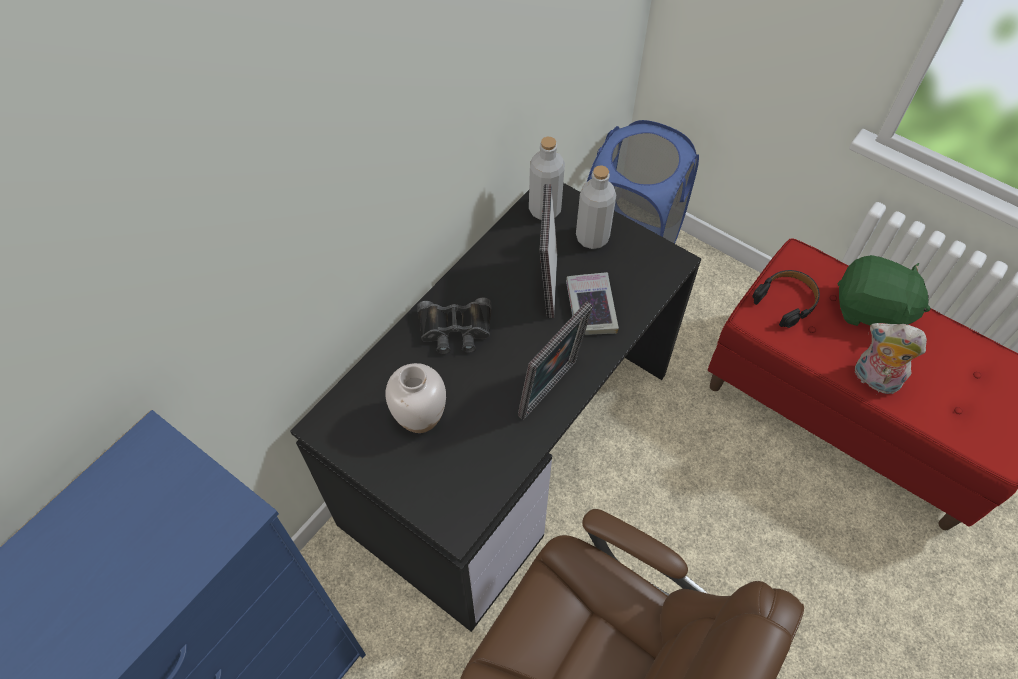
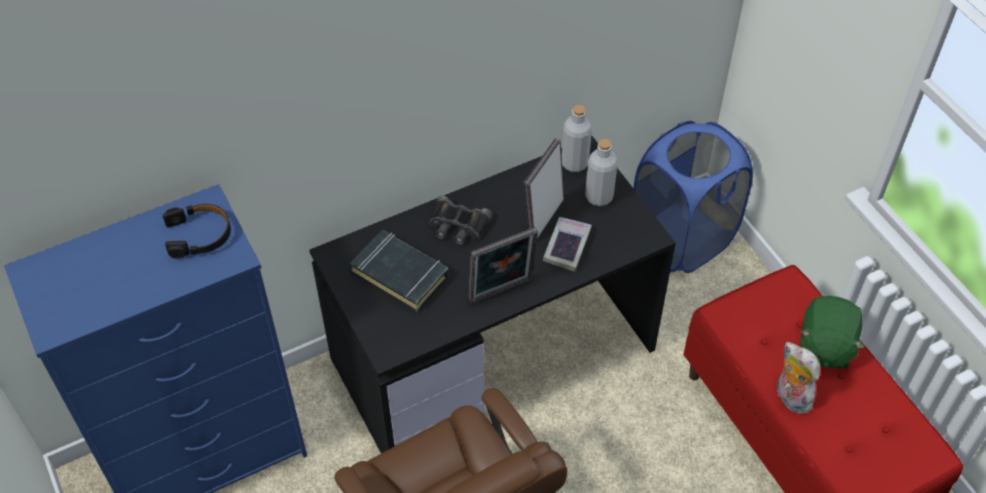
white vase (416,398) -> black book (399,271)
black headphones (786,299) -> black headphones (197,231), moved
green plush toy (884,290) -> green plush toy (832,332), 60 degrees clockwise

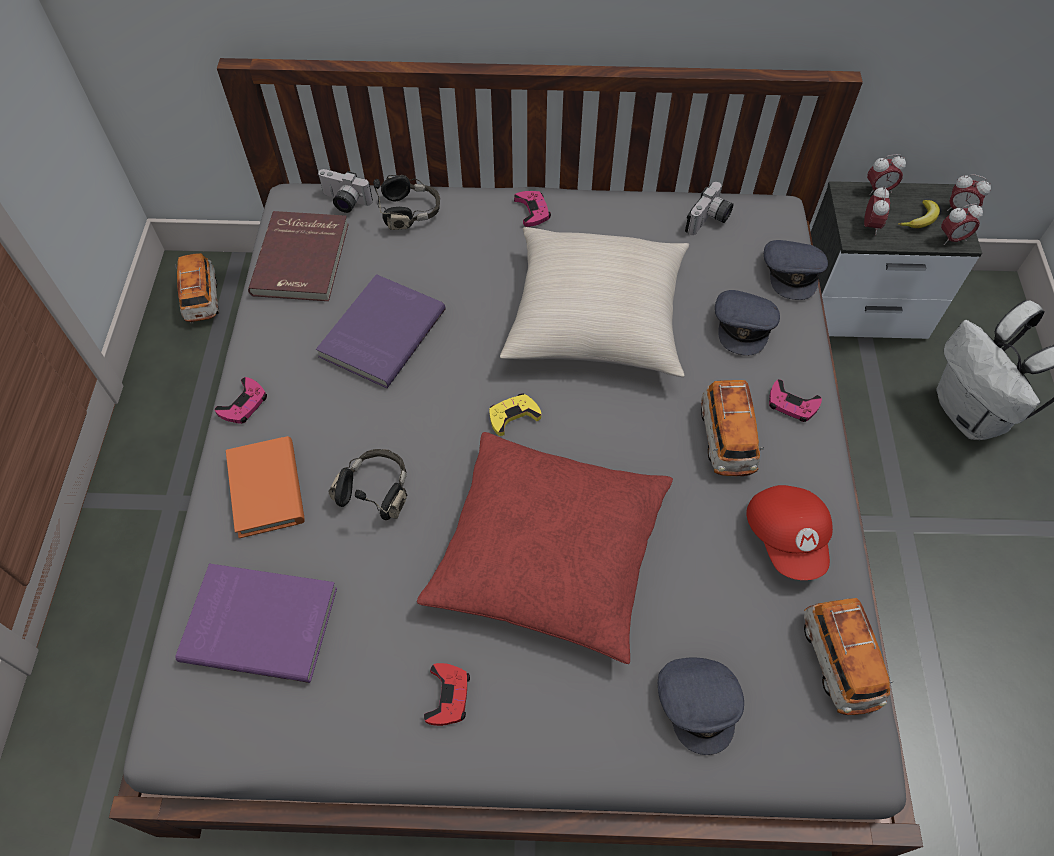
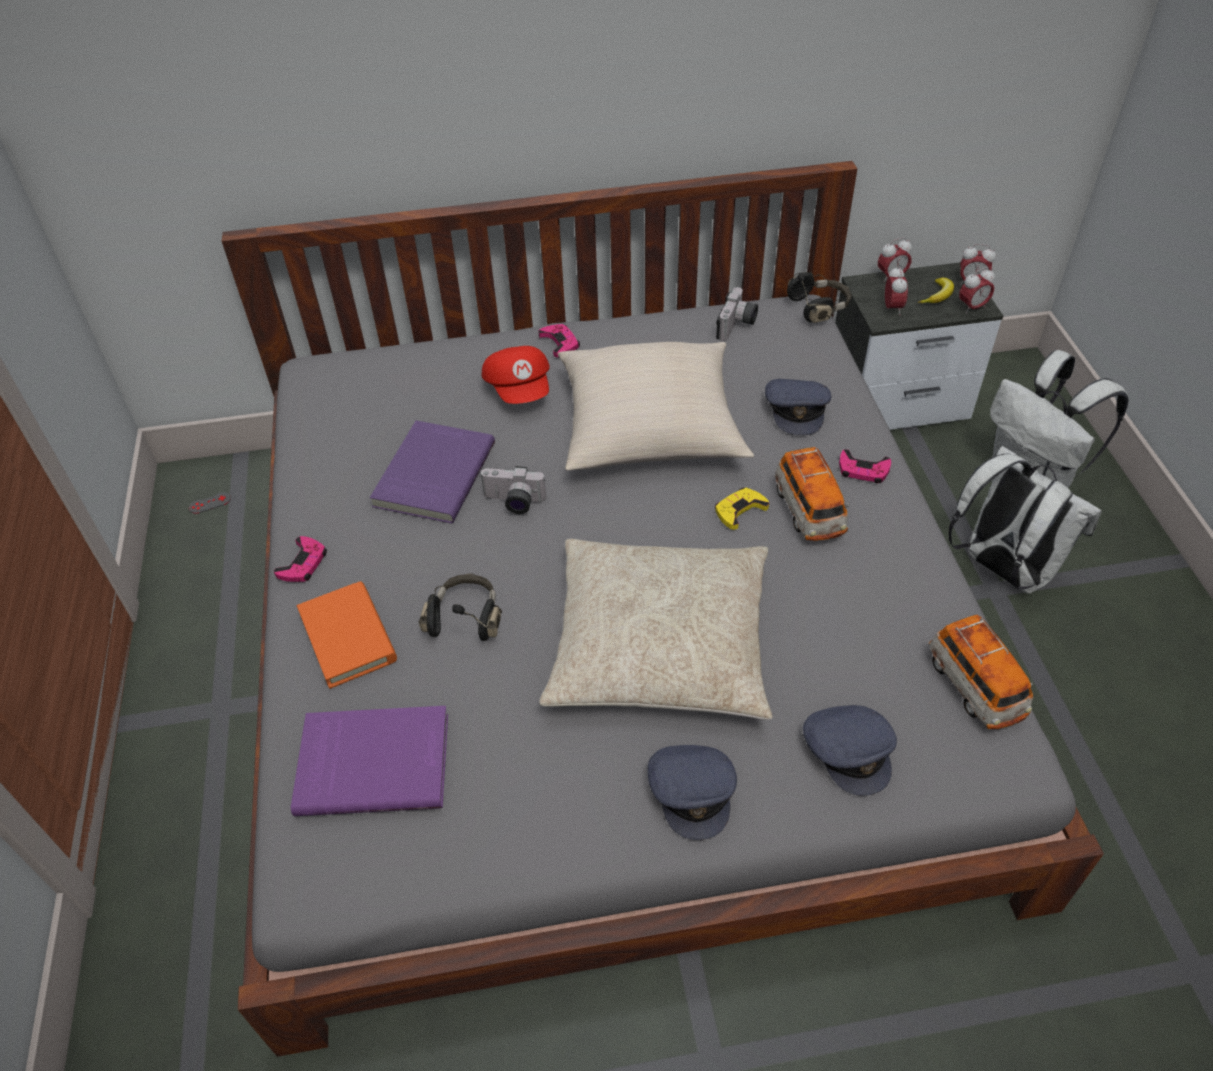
toy car (197,288) -> grey game controller (210,503)
red book (298,256) -> none
photo camera (345,191) -> photo camera (513,490), moved
black headphones (406,202) -> black headphones (819,297), moved
red pillow (545,548) -> beige pillow (656,629)
red game controller (447,694) -> none
yellow game controller (515,414) -> yellow game controller (742,509), moved
red cap (789,532) -> red cap (516,375), moved
grey cap (796,270) -> grey cap (692,792), moved
none -> white backpack (1025,520)

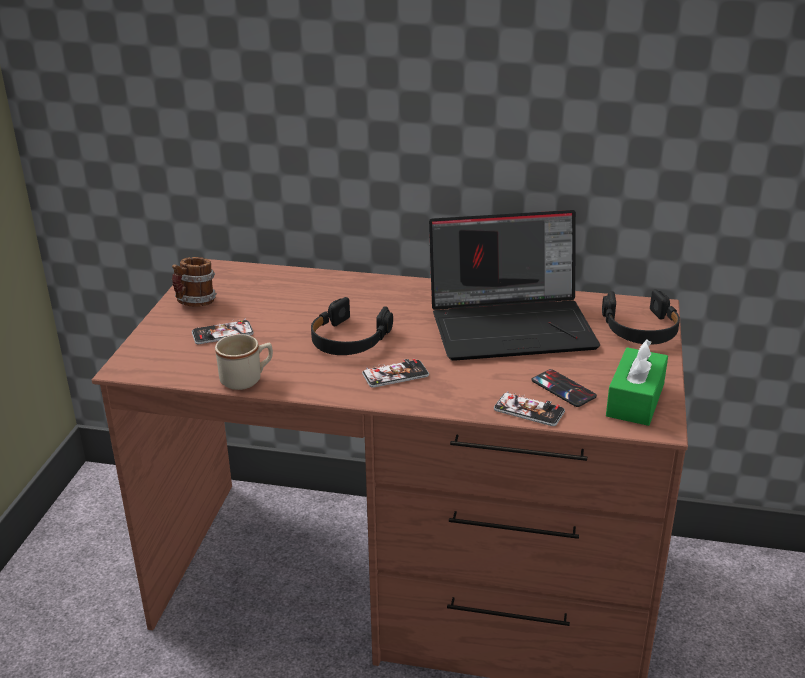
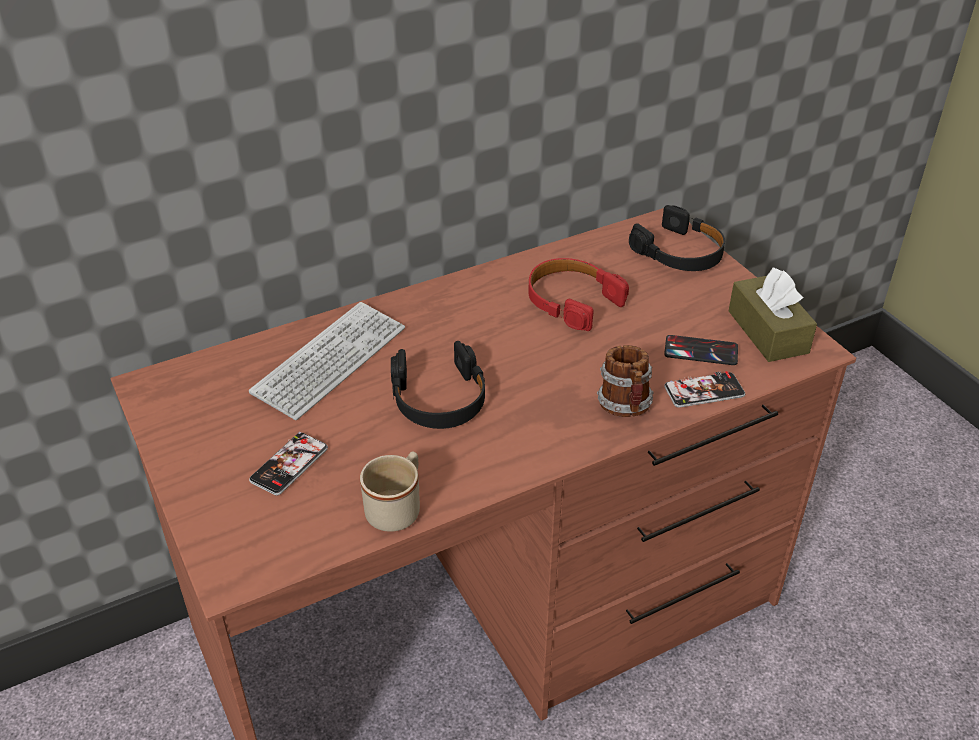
mug (194,282) -> mug (625,381), moved
phone (395,373) -> none
laptop (514,285) -> red headphones (578,294)
green tissue box (637,382) -> brown tissue box (773,315)
none -> keyboard (327,361)

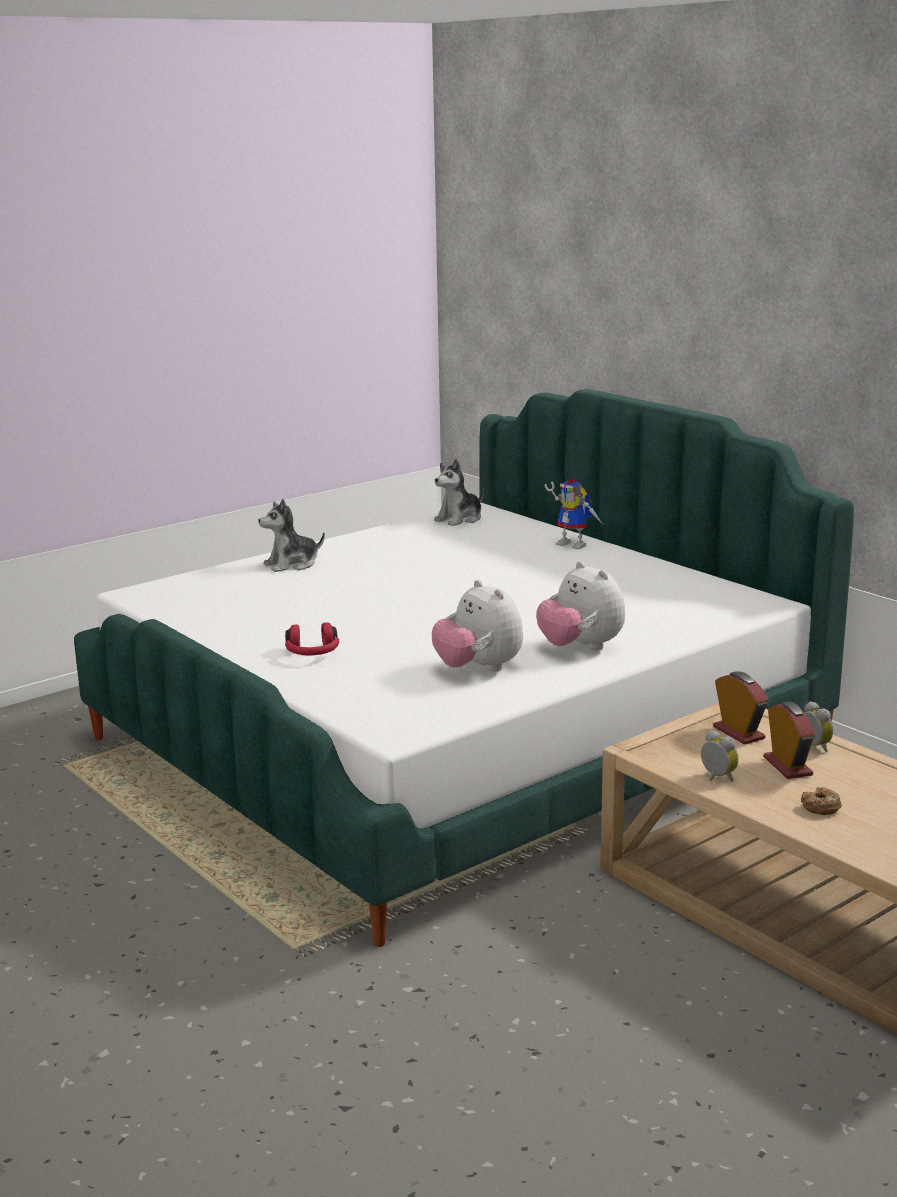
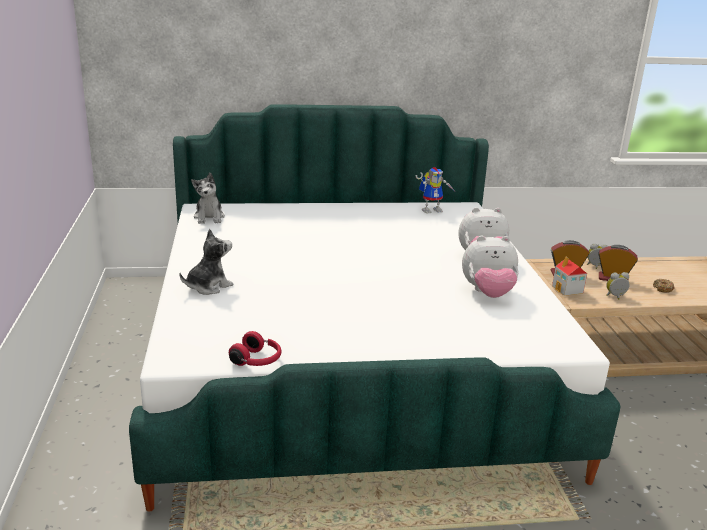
plush toy (292,535) -> plush toy (206,262), 135 degrees counterclockwise
red headphones (312,639) -> red headphones (255,348), moved
toy robot (574,514) -> toy robot (435,190), moved
none -> toy house (569,276)

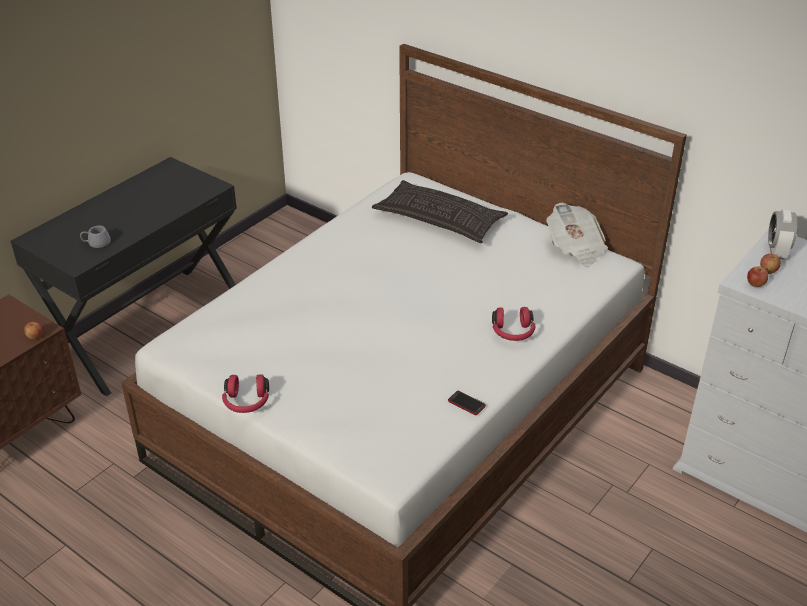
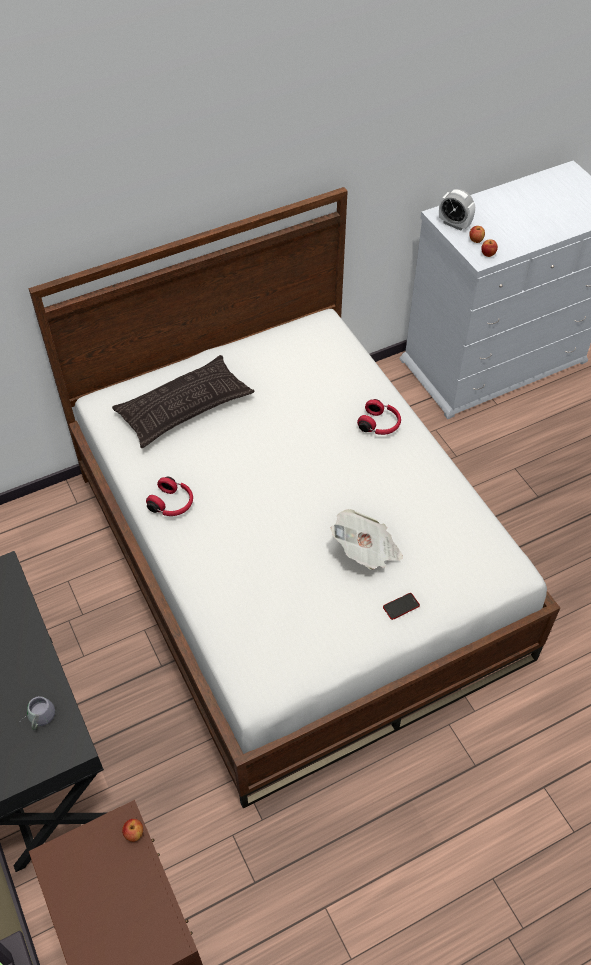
red headphones (245,393) -> red headphones (169,496), moved
phone (467,403) -> phone (401,606), moved
newspaper (577,235) -> newspaper (367,539), moved

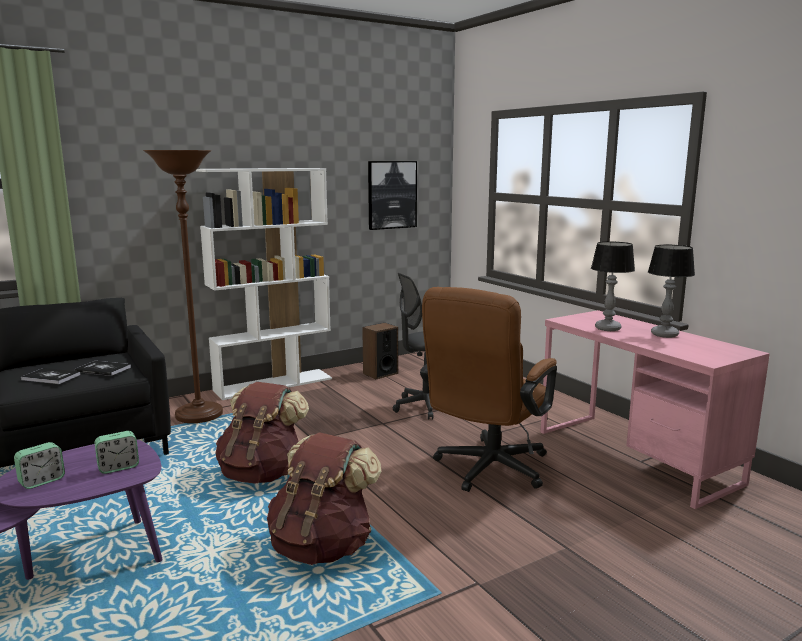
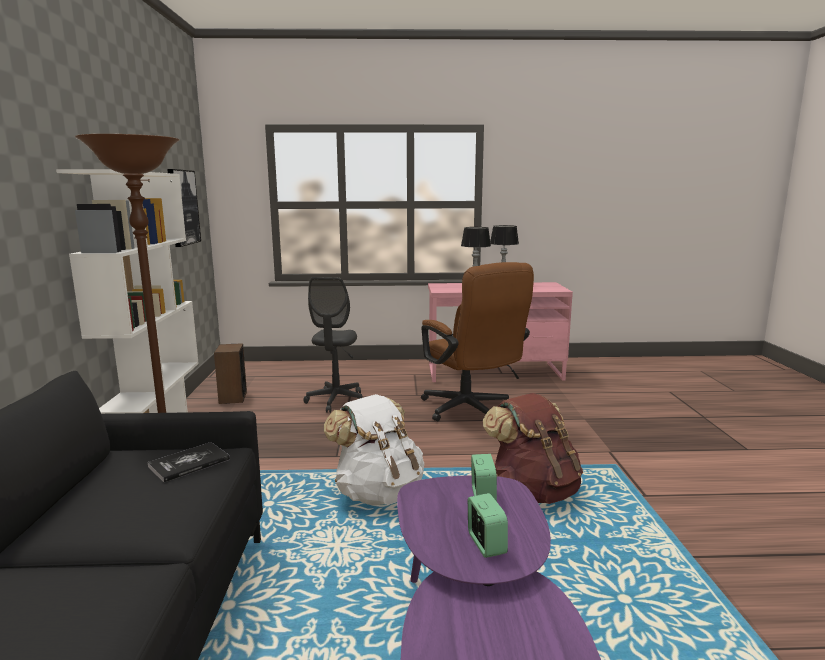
book (51,376) -> none
brown backpack (262,433) -> white backpack (374,449)

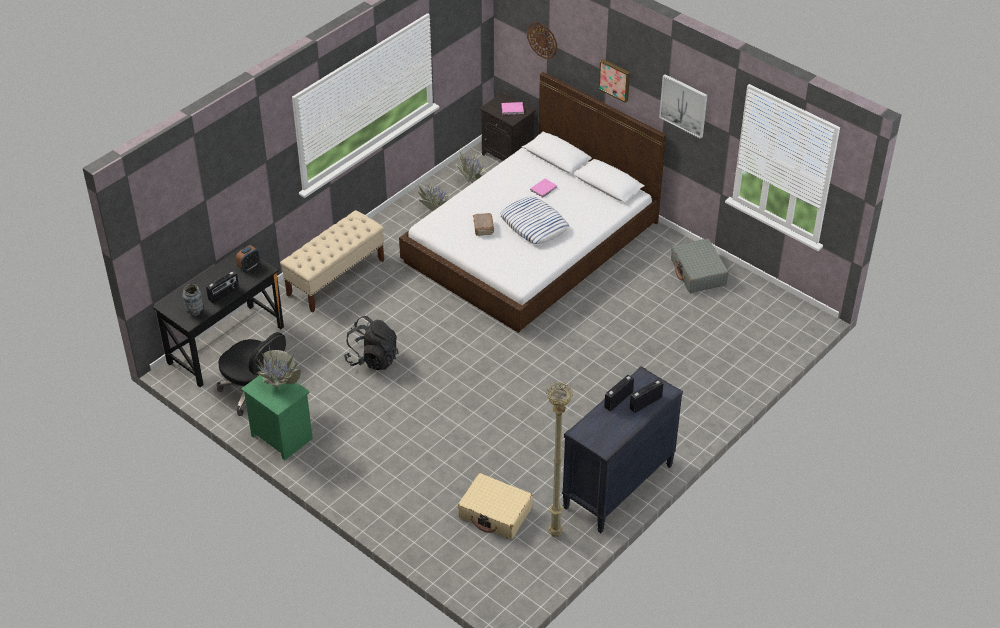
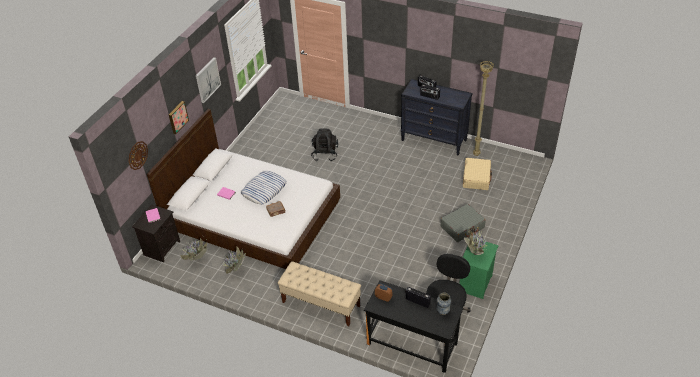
black backpack (371,343) -> black backpack (324,145), moved
grey suitcase (700,266) -> grey suitcase (463,223), moved

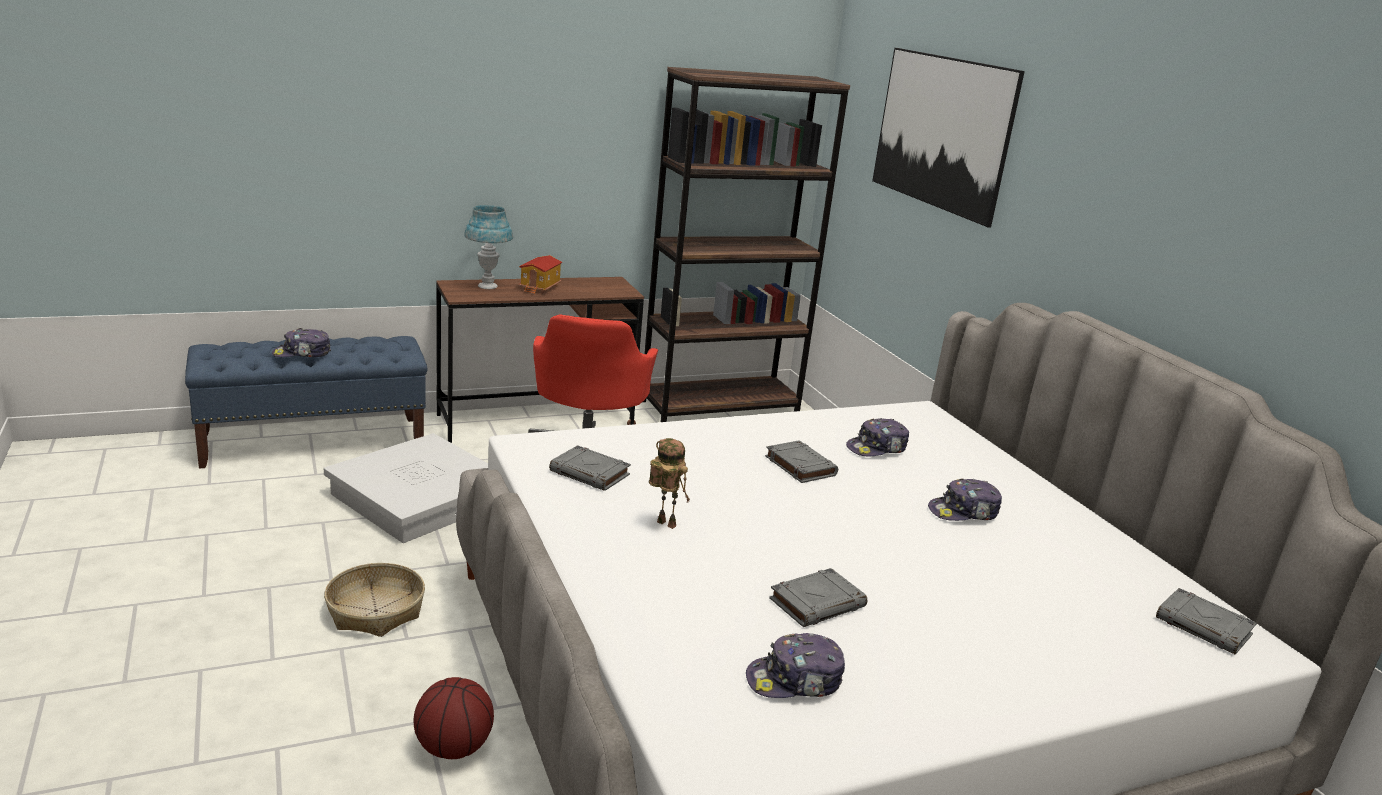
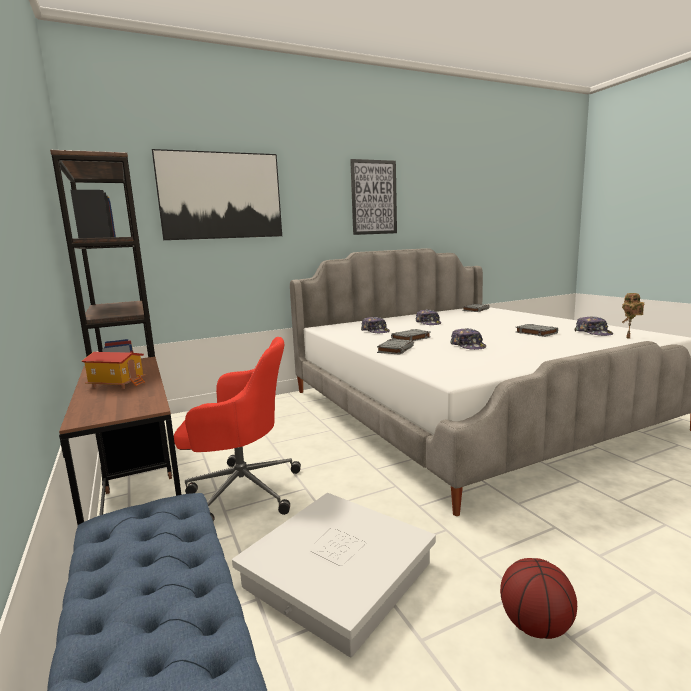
cap (301,342) -> cap (468,339), moved
basket (374,600) -> none
basketball (453,718) -> basketball (538,598), moved
blue table lamp (488,247) -> none
grey book (590,468) -> grey book (395,347), moved
toy robot (669,483) -> toy robot (633,316), moved
none -> picture (373,197)

